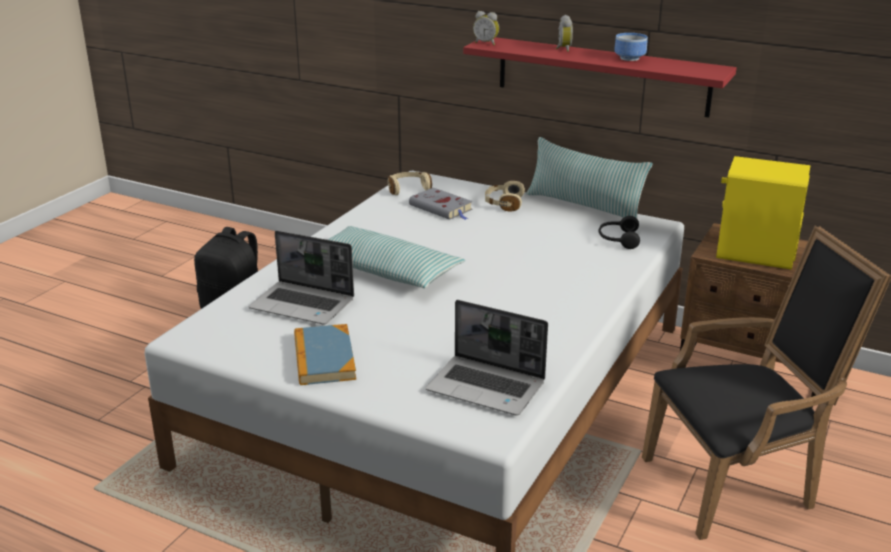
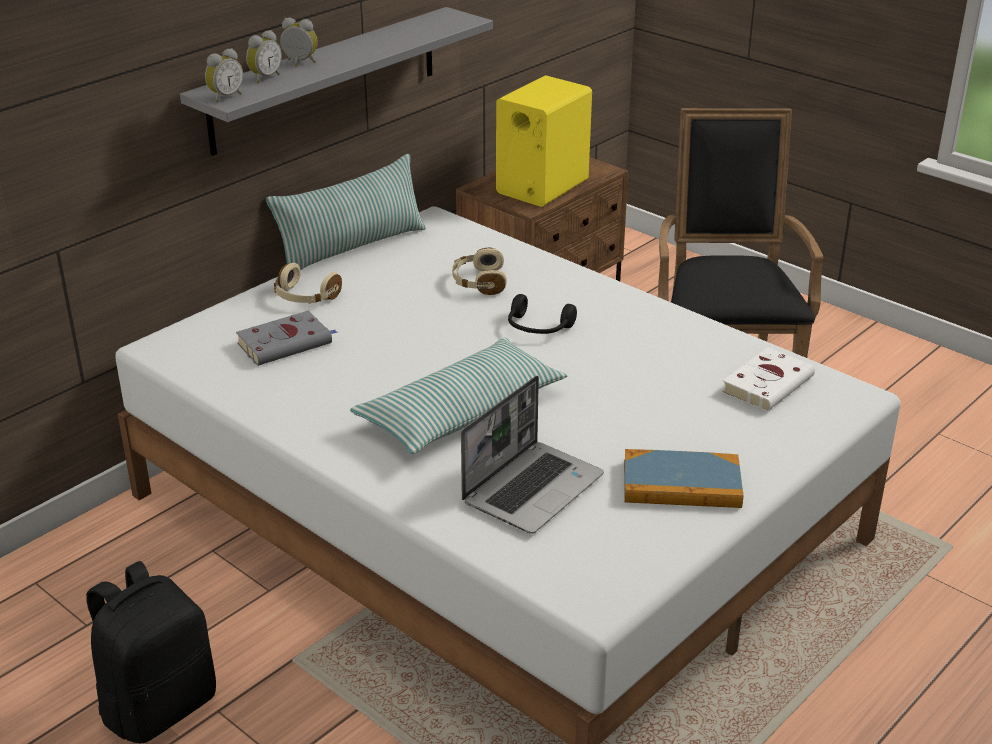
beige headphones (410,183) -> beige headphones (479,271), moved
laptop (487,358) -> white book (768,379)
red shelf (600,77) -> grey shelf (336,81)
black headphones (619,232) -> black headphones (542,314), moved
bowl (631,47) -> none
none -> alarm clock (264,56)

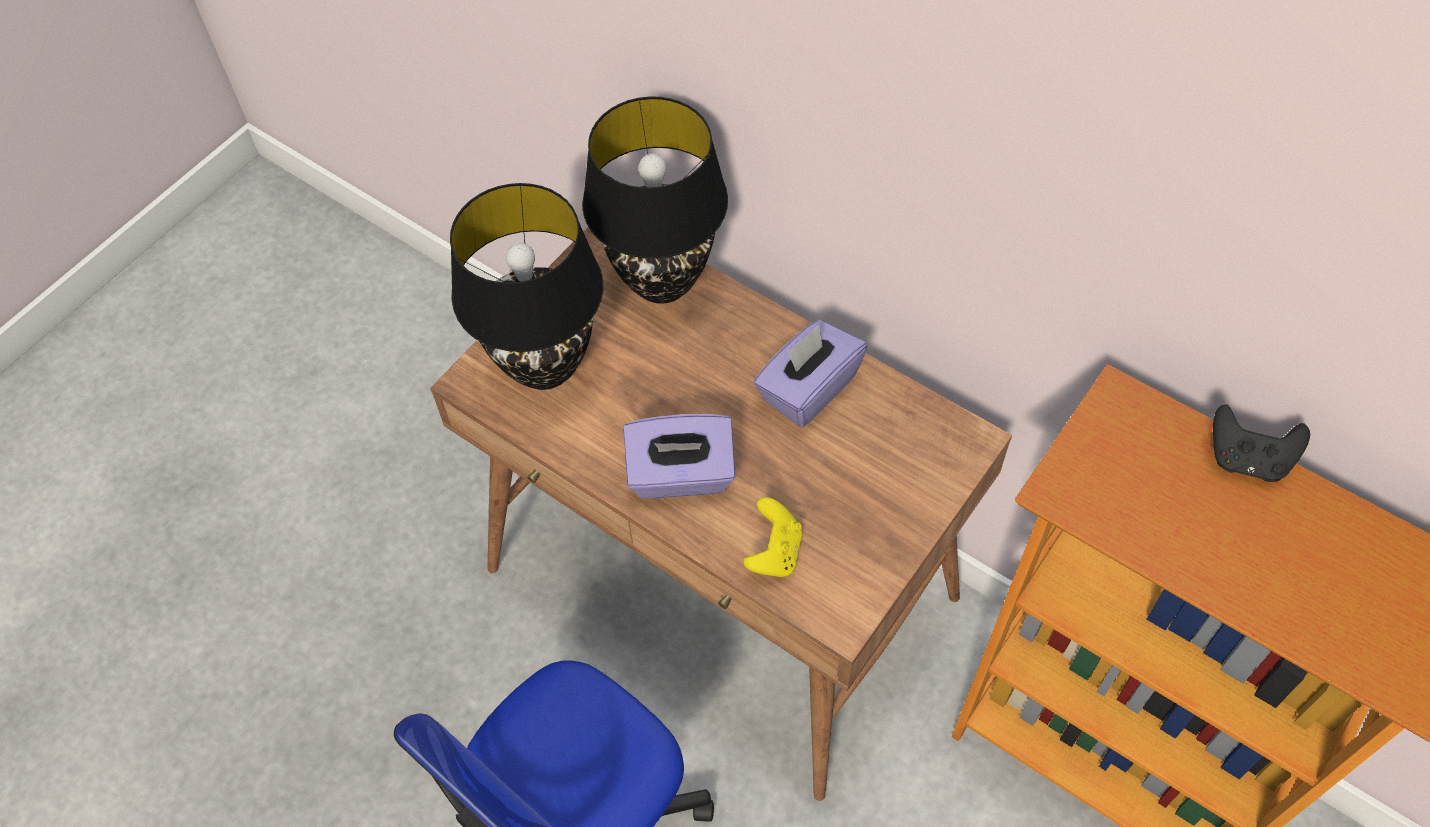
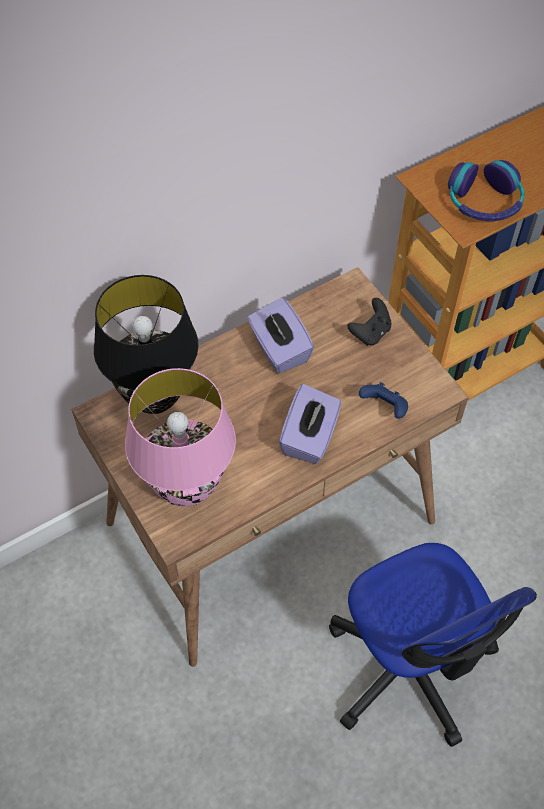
black table lamp (526,286) -> pink table lamp (180,437)
yellow game controller (772,537) -> blue game controller (383,400)
black game controller (1261,443) -> black game controller (369,322), moved
none -> headphones (486,190)

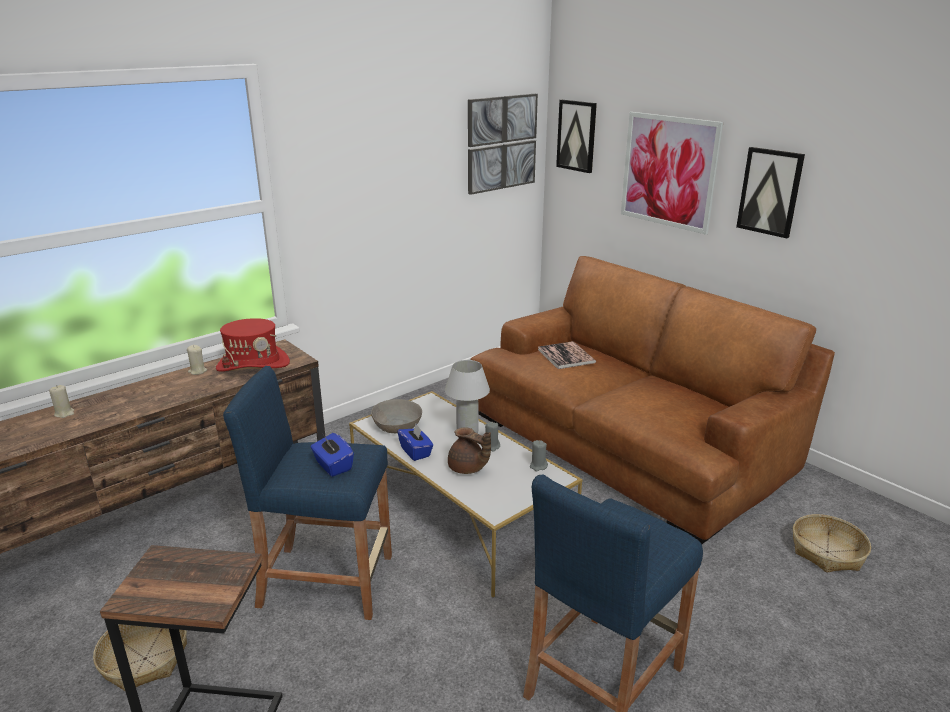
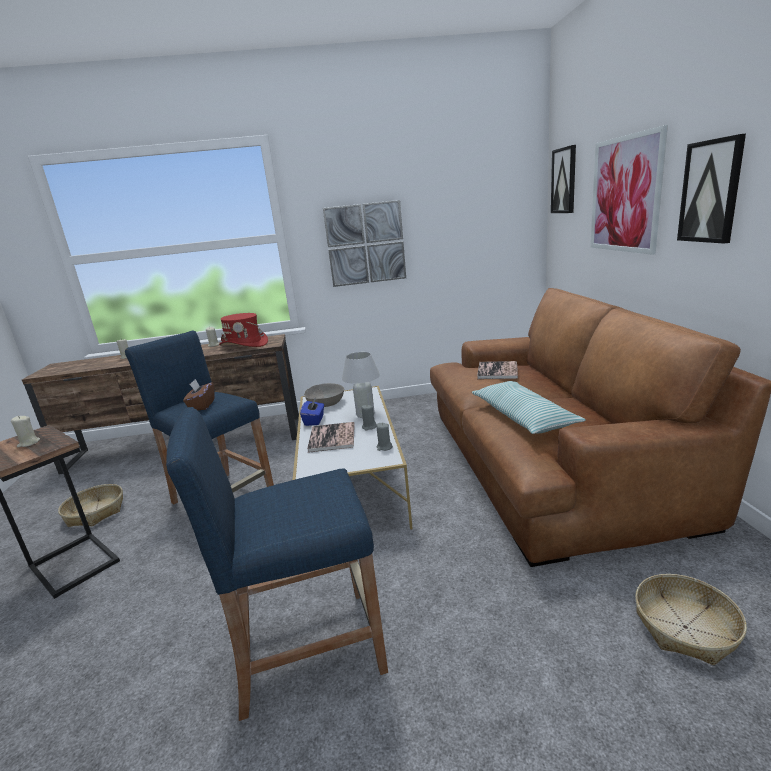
blue tissue box (332,455) -> brown tissue box (199,394)
brown teapot (469,450) -> book (331,437)
picture (503,144) -> picture (364,243), moved
none -> beige candle (25,431)
none -> pillow (529,407)

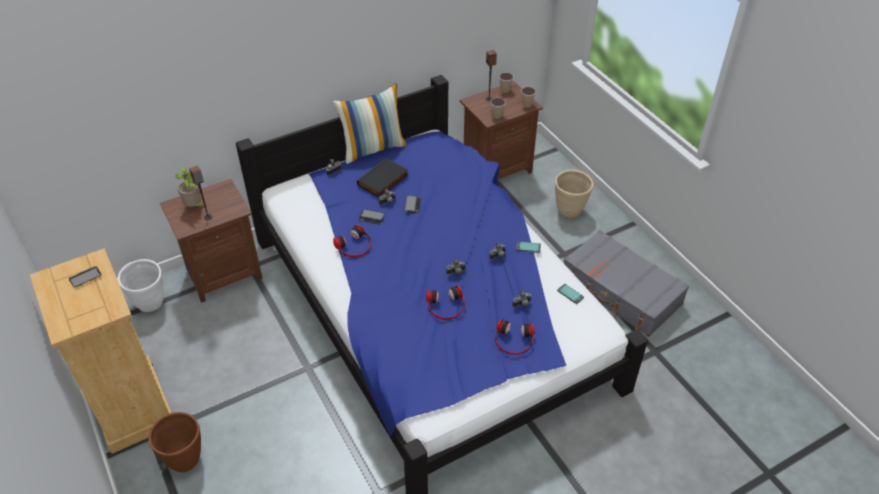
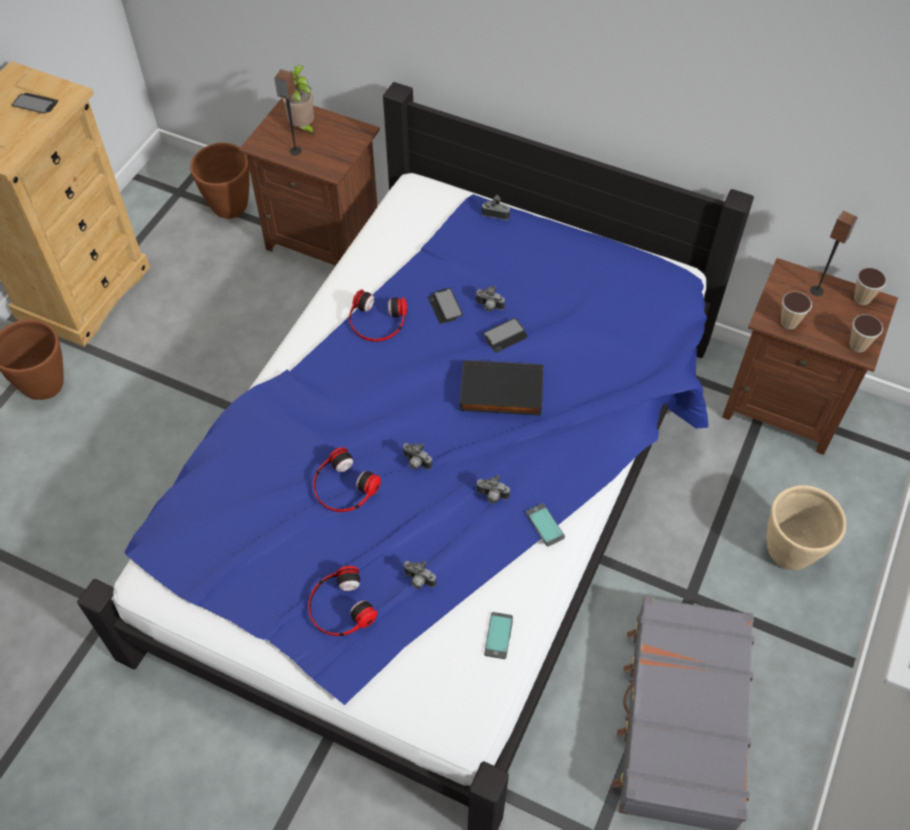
white planter (141,285) -> brown planter (220,180)
pillow (370,123) -> none
black book (383,177) -> black book (502,388), moved

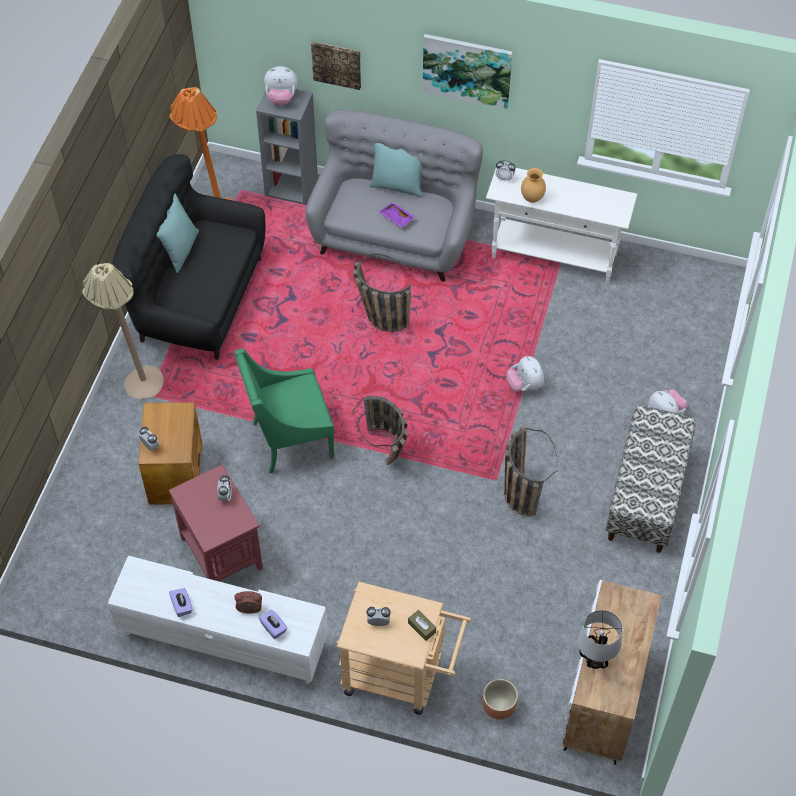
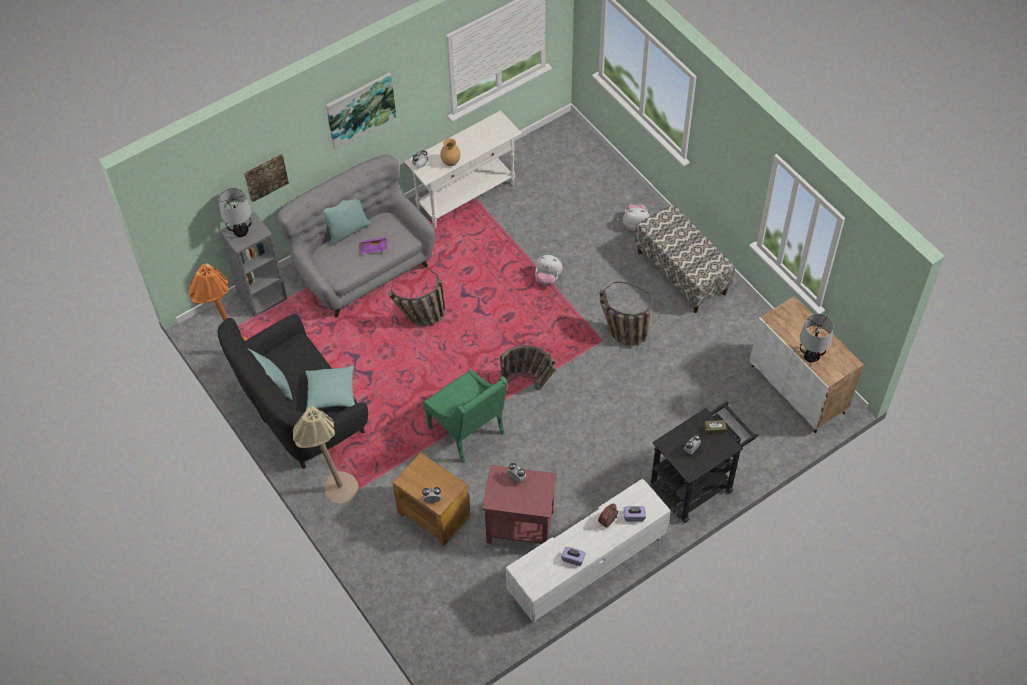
green armchair (284,410) -> green armchair (465,416), 60 degrees counterclockwise
plush toy (281,86) -> table lamp (235,212)
beige cart (403,648) -> black cart (704,462)
brown planter (500,699) -> none
none -> turquoise pillow (330,387)

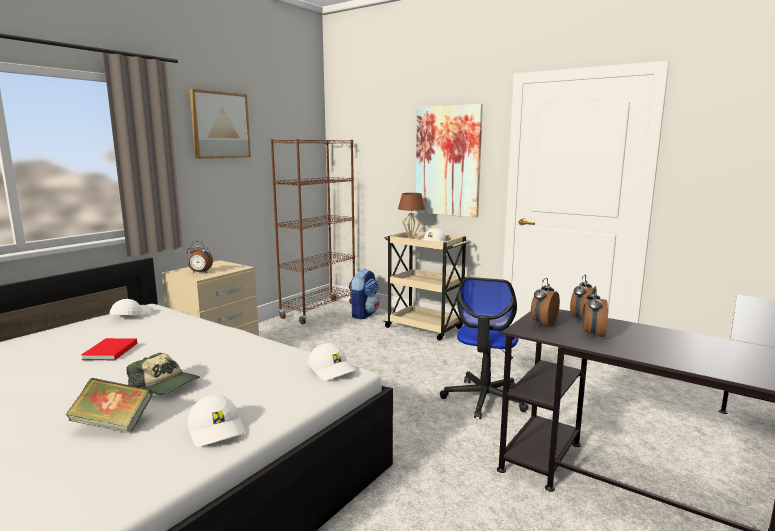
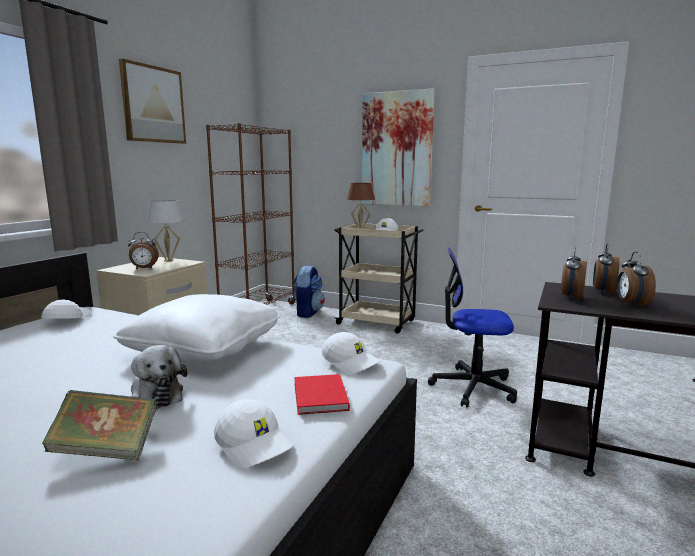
red book (109,349) -> red book (322,394), moved
cap (163,374) -> plush toy (158,377)
office chair (484,348) -> office chair (472,327), 90 degrees clockwise
none -> white pillow (196,328)
none -> white table lamp (165,231)

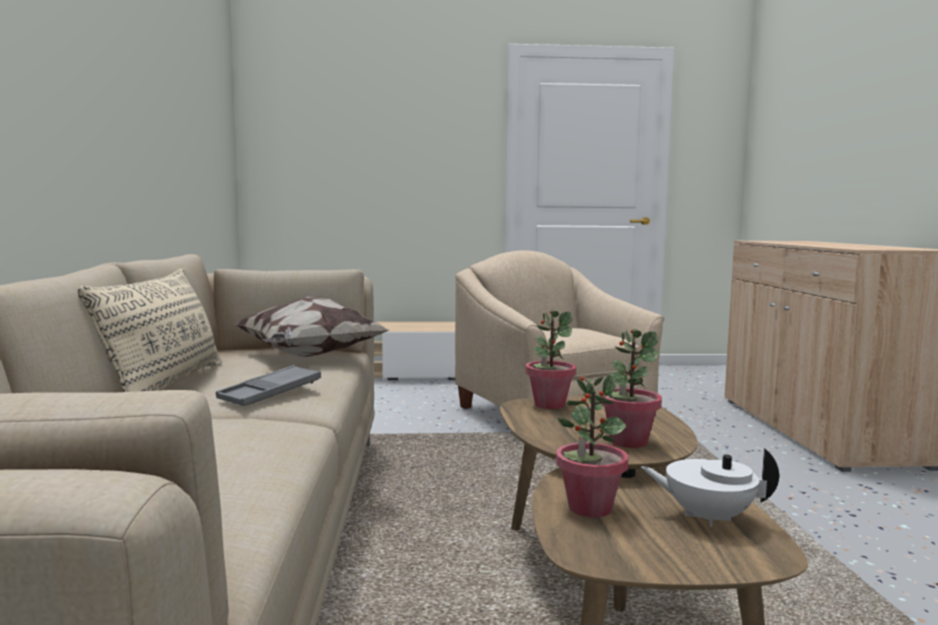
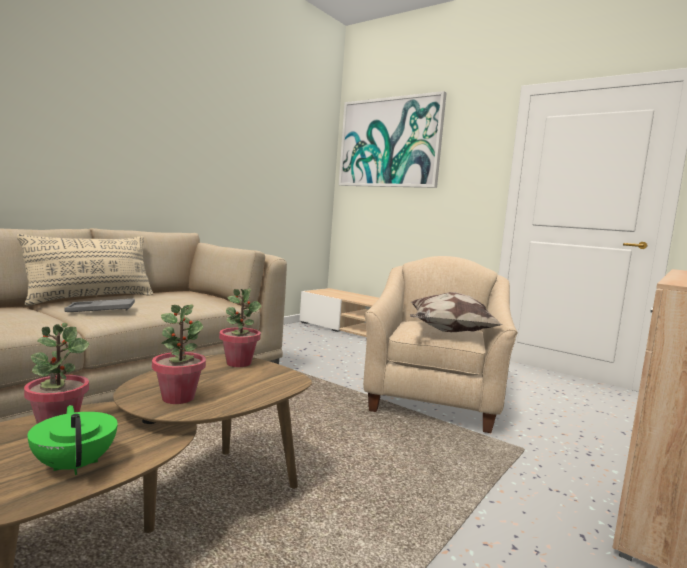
pillow (312,326) -> pillow (456,312), moved
white teapot (710,487) -> green teapot (72,440)
none -> picture (393,139)

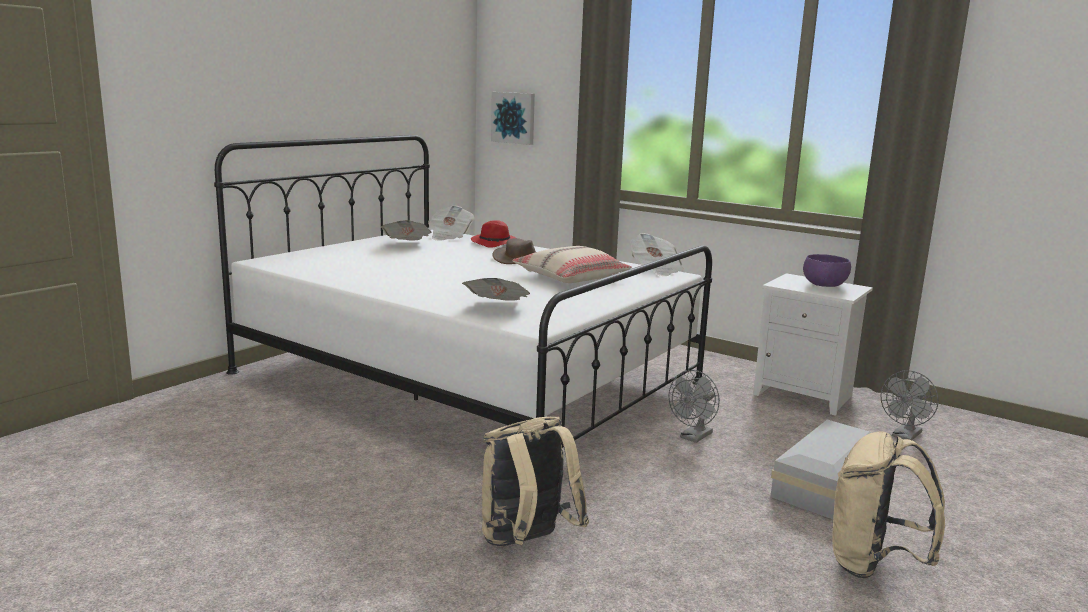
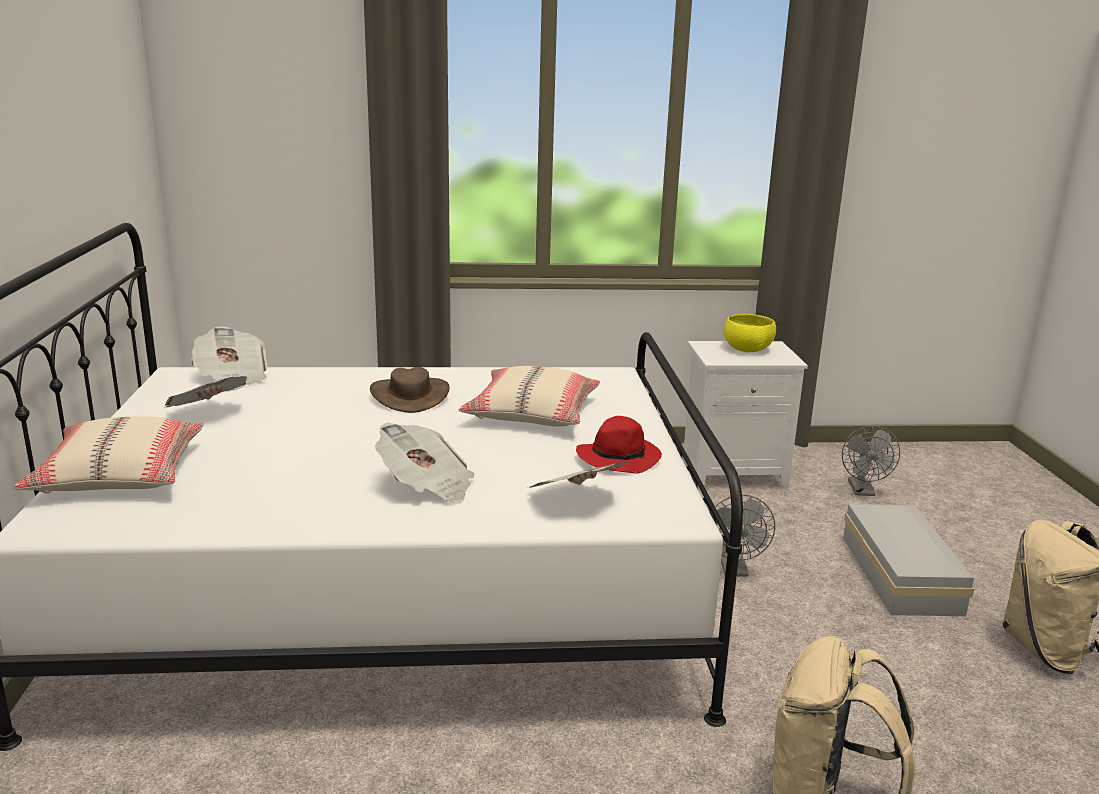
red hat (493,234) -> red hat (619,445), moved
picture (513,118) -> none
newspaper (657,254) -> newspaper (425,463), moved
purple bowl (827,270) -> yellow bowl (750,333)
none -> beige pillow (108,455)

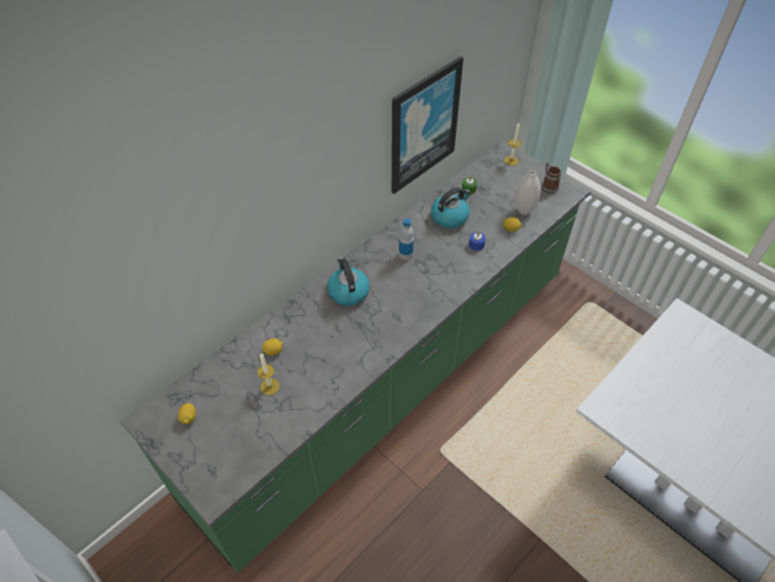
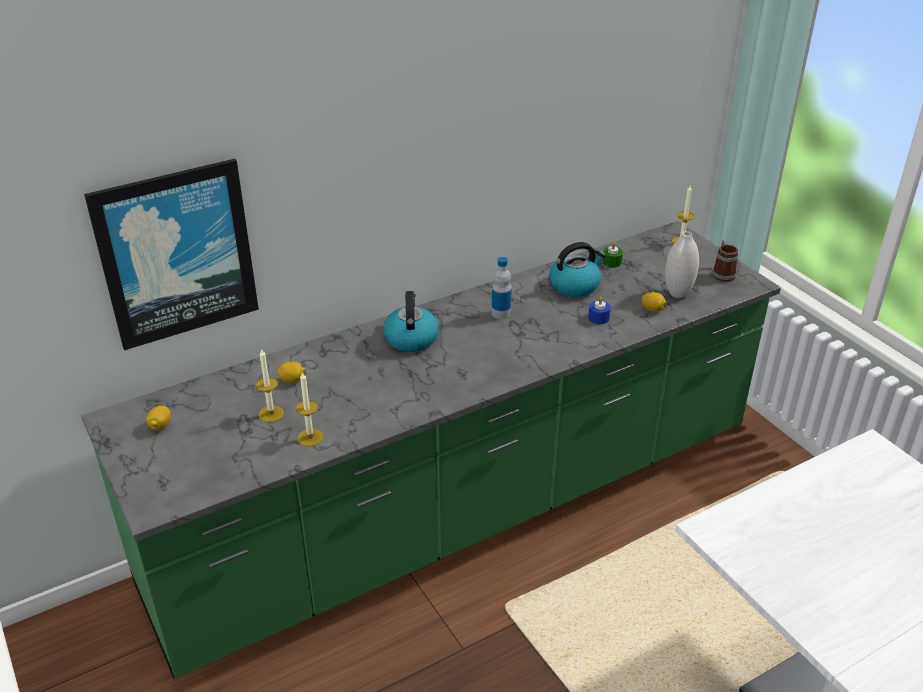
picture (428,125) -> picture (171,254), moved
none -> candle (309,408)

